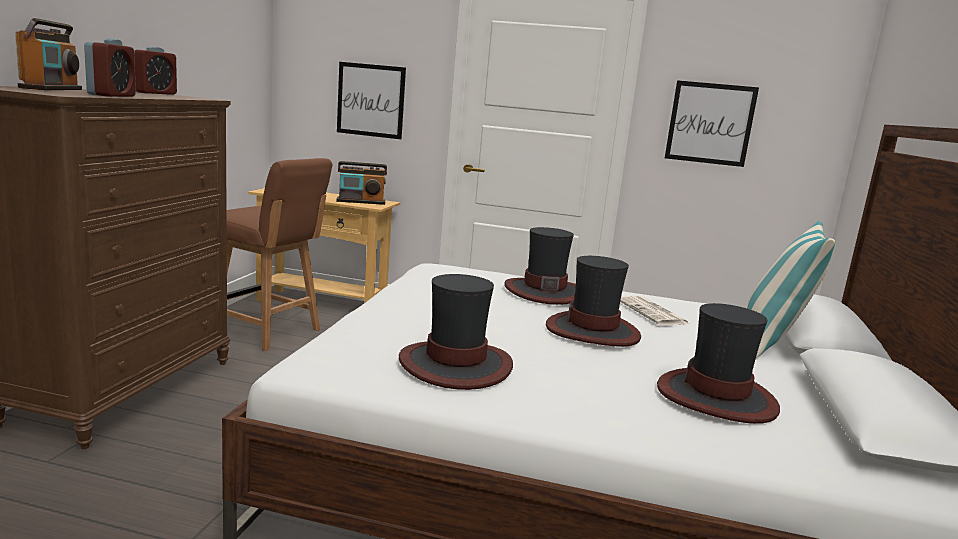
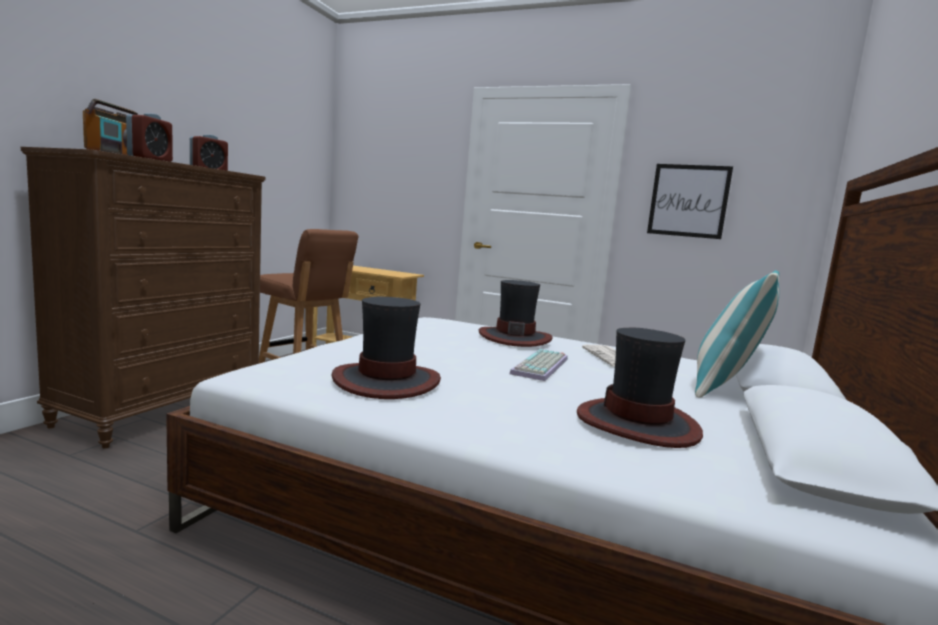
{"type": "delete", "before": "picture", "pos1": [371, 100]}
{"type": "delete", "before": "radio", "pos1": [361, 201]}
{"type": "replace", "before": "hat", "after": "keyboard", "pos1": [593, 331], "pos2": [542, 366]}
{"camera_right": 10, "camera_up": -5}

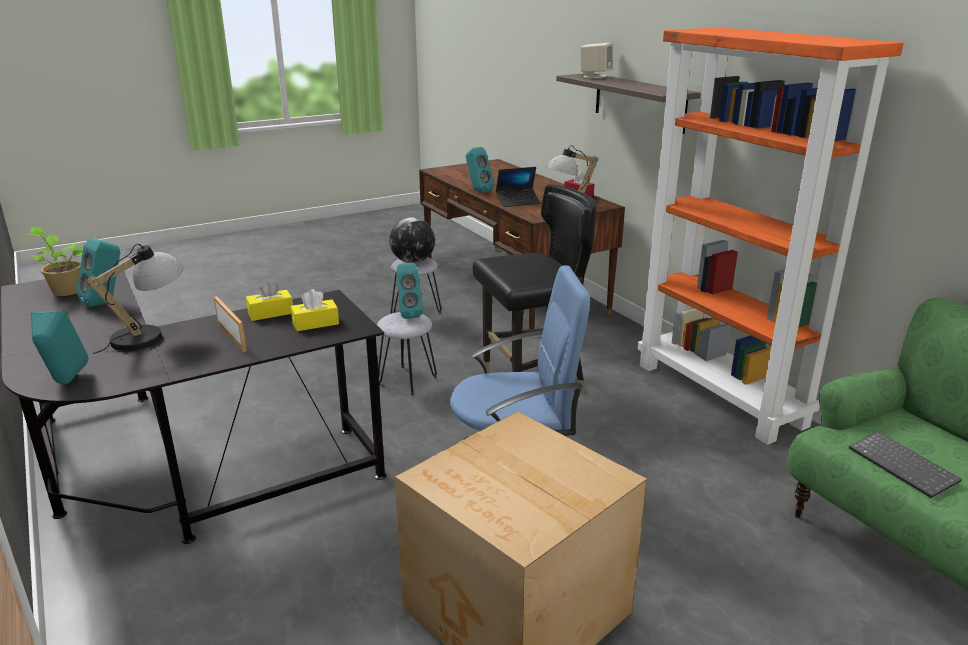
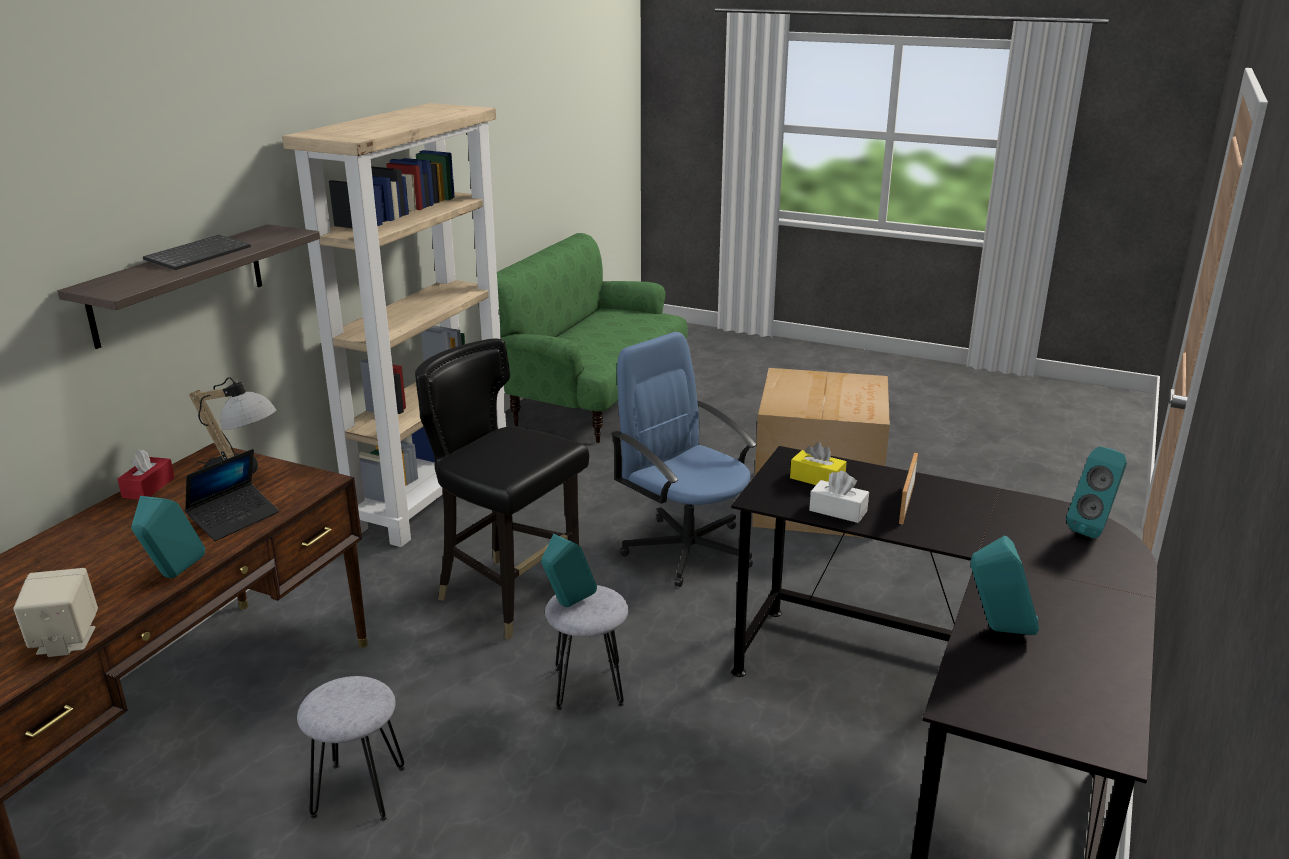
{"type": "recolor", "before": "orange_bookcase", "after": "beige_bookcase", "pos1": [721, 394], "pos2": [432, 495]}
{"type": "move", "before": "beige_speaker", "pos1": [595, 77], "pos2": [65, 641]}
{"type": "rotate", "before": "laptop", "pos1": [518, 202], "pos2": [234, 519], "turn": 90}
{"type": "delete", "before": "globe", "pos1": [412, 262]}
{"type": "delete", "before": "potted_plant", "pos1": [66, 291]}
{"type": "delete", "before": "table_lamp", "pos1": [150, 336]}
{"type": "recolor", "before": "yellow_tissue_box", "after": "white_tissue_box", "pos1": [270, 313], "pos2": [838, 511]}
{"type": "move", "before": "keyboard", "pos1": [904, 466], "pos2": [198, 254]}
{"camera_right": -125, "camera_up": 0}

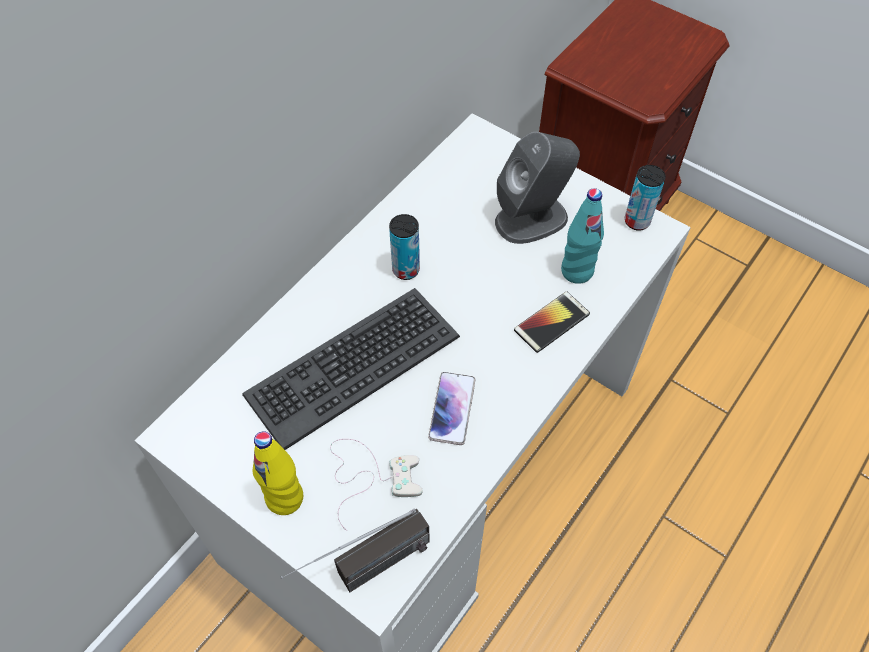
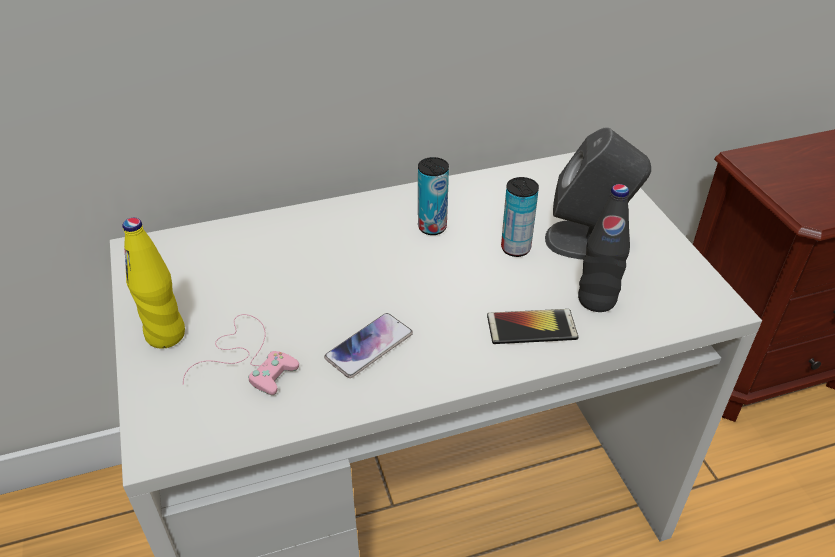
{"type": "move", "before": "can", "pos1": [637, 221], "pos2": [515, 248]}
{"type": "recolor", "before": "turquoise_bottle", "after": "black_bottle", "pos1": [577, 271], "pos2": [596, 300]}
{"type": "delete", "before": "keyboard", "pos1": [352, 365]}
{"type": "recolor", "before": "white_game_controller", "after": "pink_game_controller", "pos1": [370, 475], "pos2": [247, 357]}
{"type": "delete", "before": "radio", "pos1": [363, 573]}
{"camera_right": 35, "camera_up": -15}

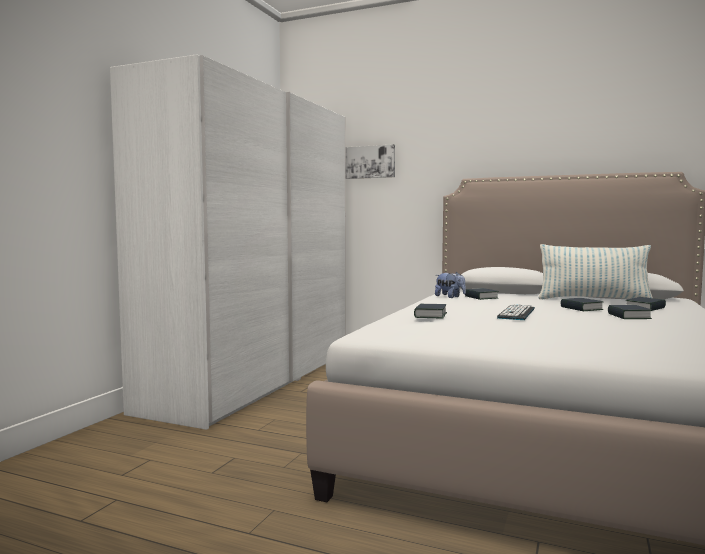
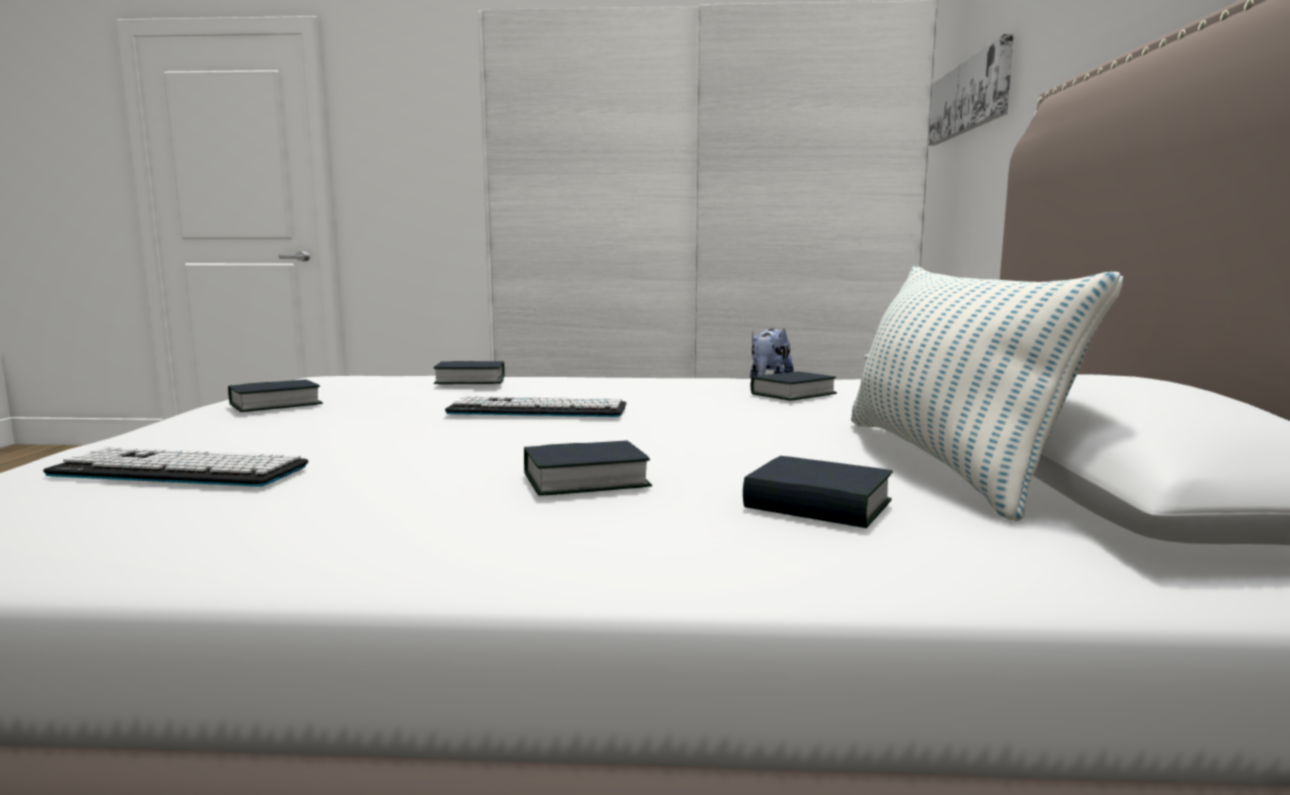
{"type": "move", "before": "book", "pos1": [581, 308], "pos2": [275, 405]}
{"type": "insert", "after": "keyboard", "pos2": [179, 470]}
{"camera_right": 70, "camera_up": 5}

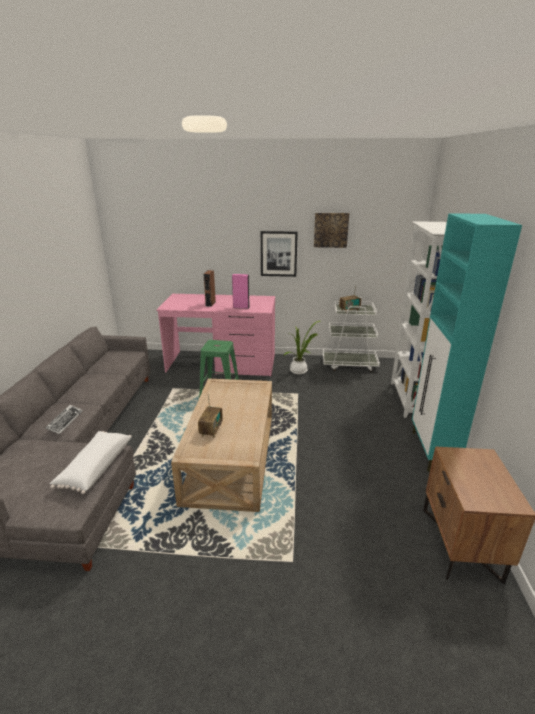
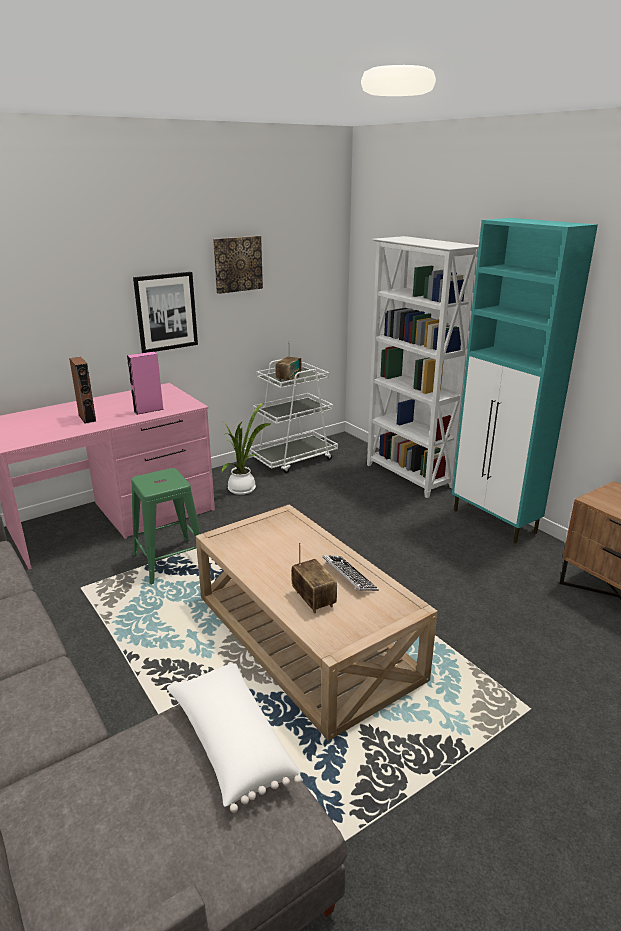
{"type": "move", "before": "keyboard", "pos1": [65, 421], "pos2": [348, 577]}
{"camera_right": -40, "camera_up": 0}

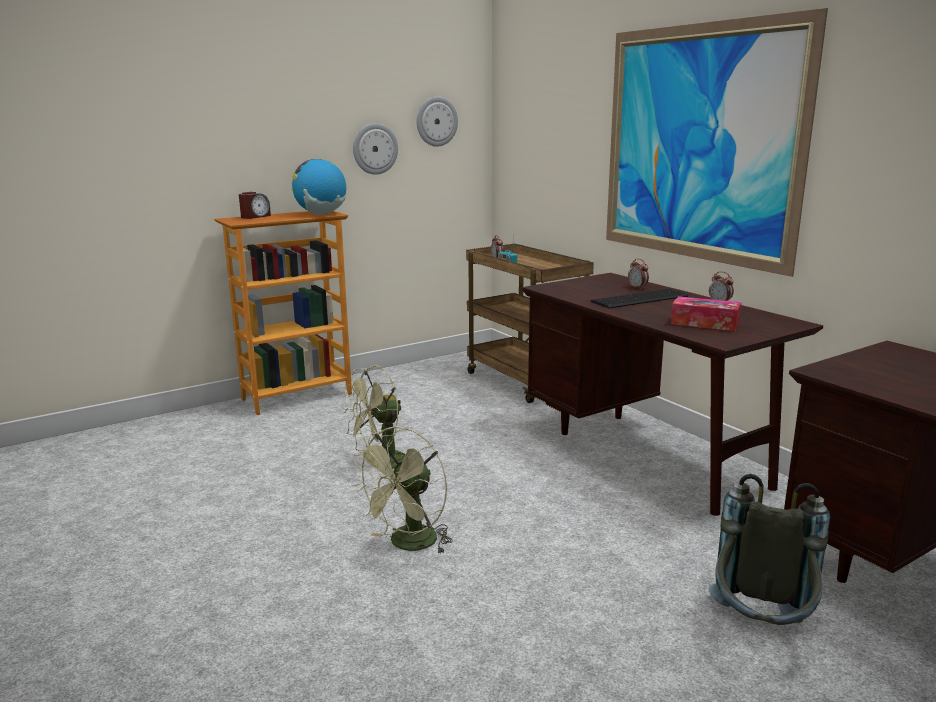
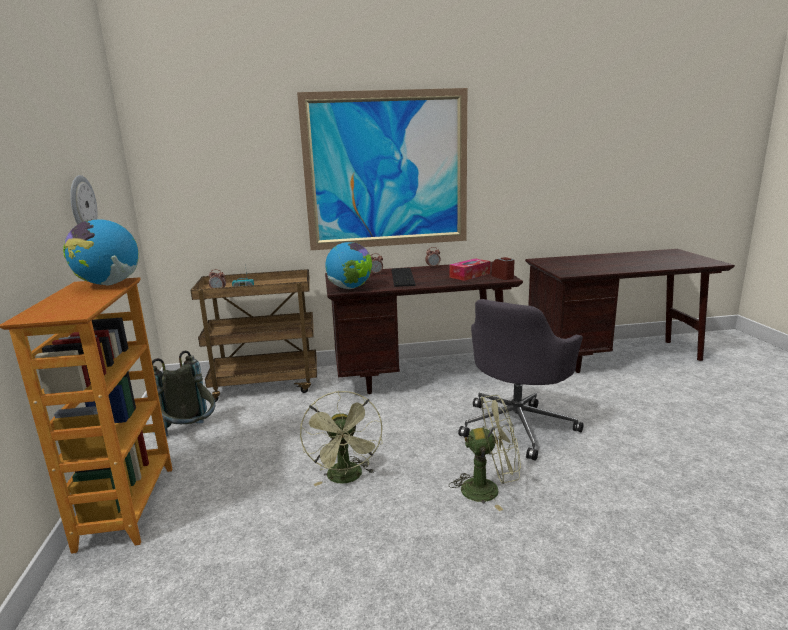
{"type": "delete", "before": "wall_clock", "pos1": [436, 121]}
{"type": "move", "before": "alarm_clock", "pos1": [255, 216], "pos2": [503, 277]}
{"type": "rotate", "before": "green_fan", "pos1": [408, 545], "pos2": [488, 489], "turn": -60}
{"type": "move", "before": "grey_backpack", "pos1": [760, 631], "pos2": [190, 435]}
{"type": "insert", "after": "globe", "pos2": [350, 288]}
{"type": "insert", "after": "grey_office_chair", "pos2": [518, 426]}
{"camera_right": -65, "camera_up": 0}

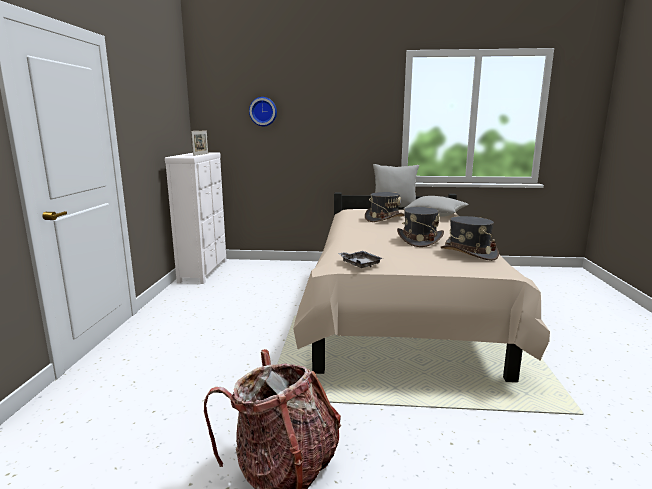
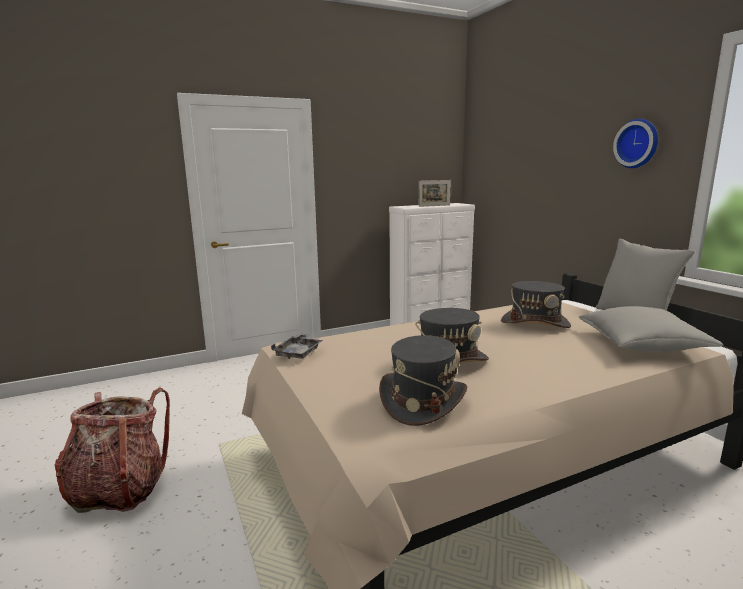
{"type": "move", "before": "wall_clock", "pos1": [263, 111], "pos2": [638, 143]}
{"camera_right": 60, "camera_up": 0}

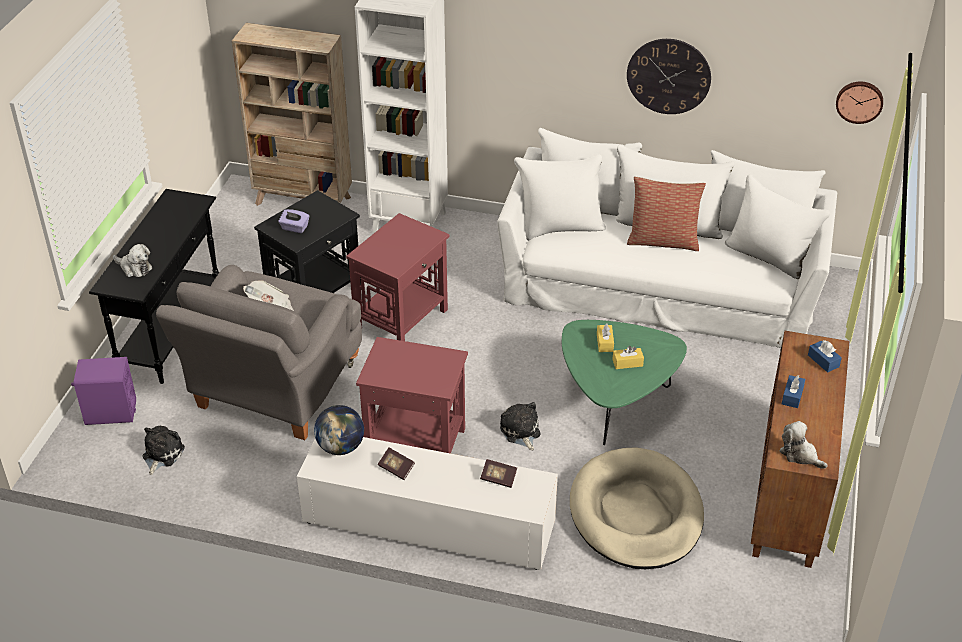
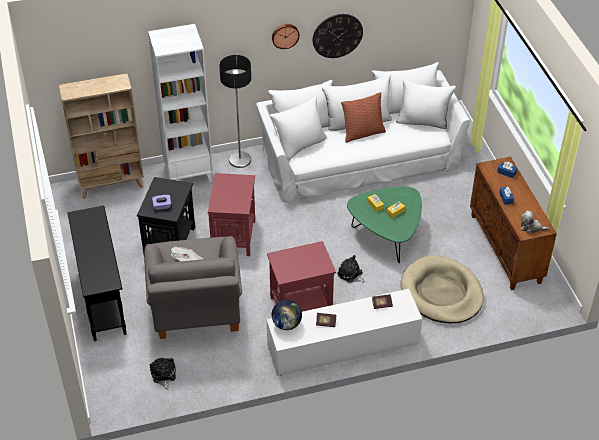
{"type": "move", "before": "wall_clock", "pos1": [859, 101], "pos2": [285, 35]}
{"type": "delete", "before": "plush_toy", "pos1": [134, 268]}
{"type": "delete", "before": "purple_speaker", "pos1": [110, 412]}
{"type": "insert", "after": "floor_lamp", "pos2": [240, 160]}
{"camera_right": -30, "camera_up": 5}

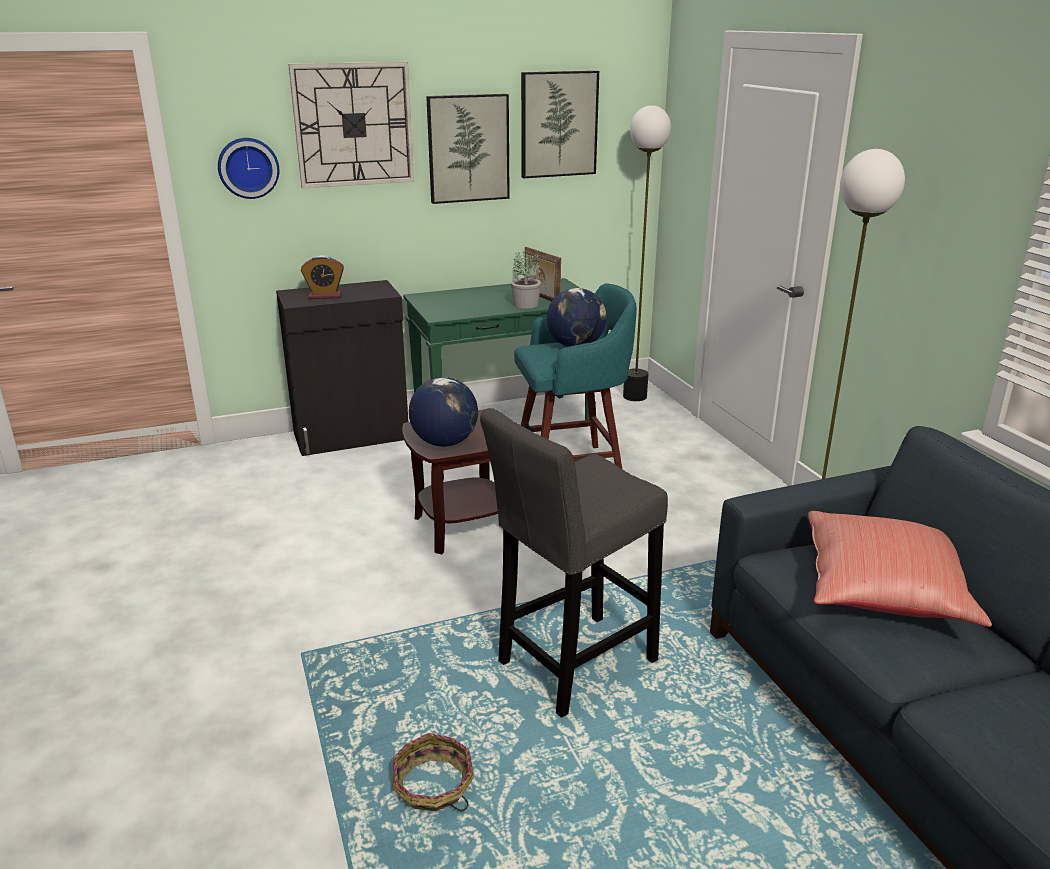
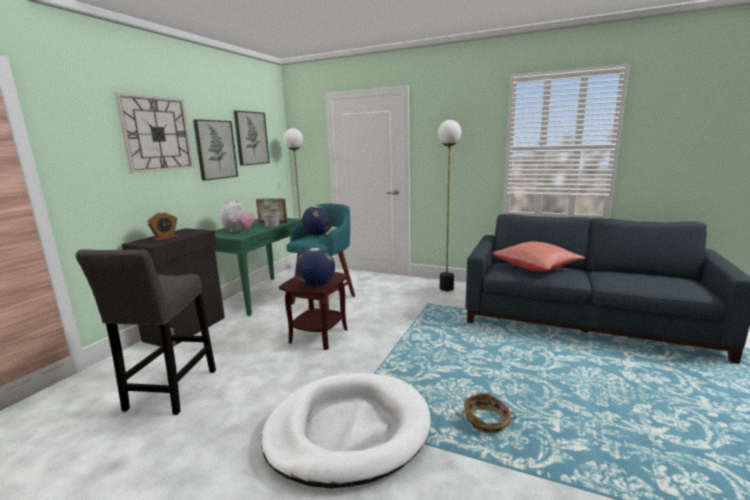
{"type": "delete", "before": "wall_clock", "pos1": [248, 167]}
{"type": "move", "before": "grey_stool", "pos1": [571, 666], "pos2": [169, 392]}
{"type": "insert", "after": "plush_toy", "pos2": [239, 231]}
{"type": "insert", "after": "white_dog_bed", "pos2": [347, 430]}
{"camera_right": -45, "camera_up": -10}

